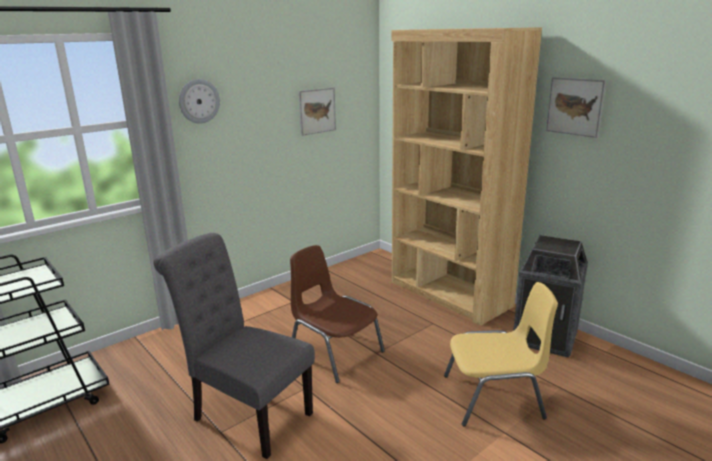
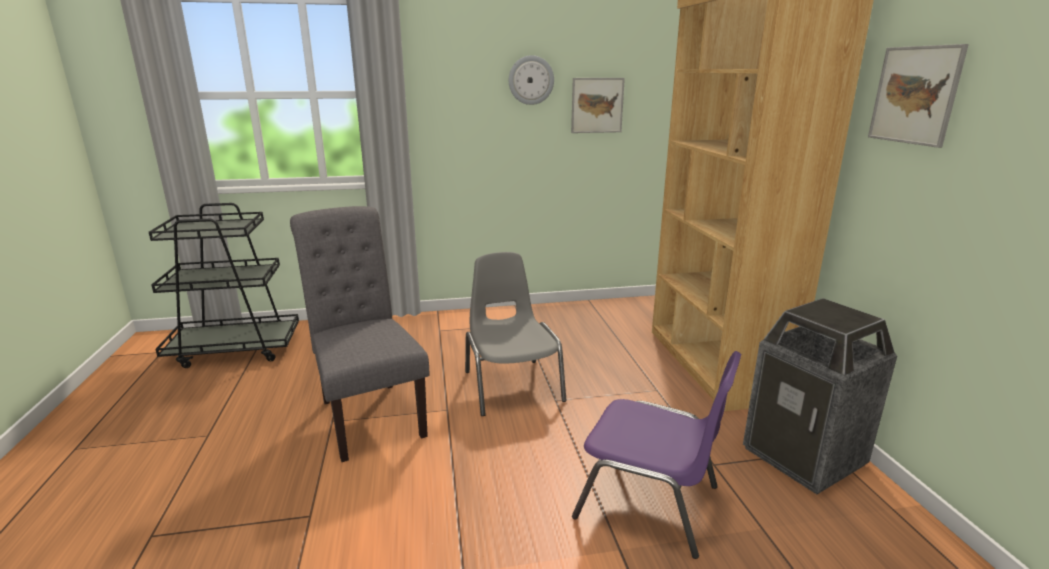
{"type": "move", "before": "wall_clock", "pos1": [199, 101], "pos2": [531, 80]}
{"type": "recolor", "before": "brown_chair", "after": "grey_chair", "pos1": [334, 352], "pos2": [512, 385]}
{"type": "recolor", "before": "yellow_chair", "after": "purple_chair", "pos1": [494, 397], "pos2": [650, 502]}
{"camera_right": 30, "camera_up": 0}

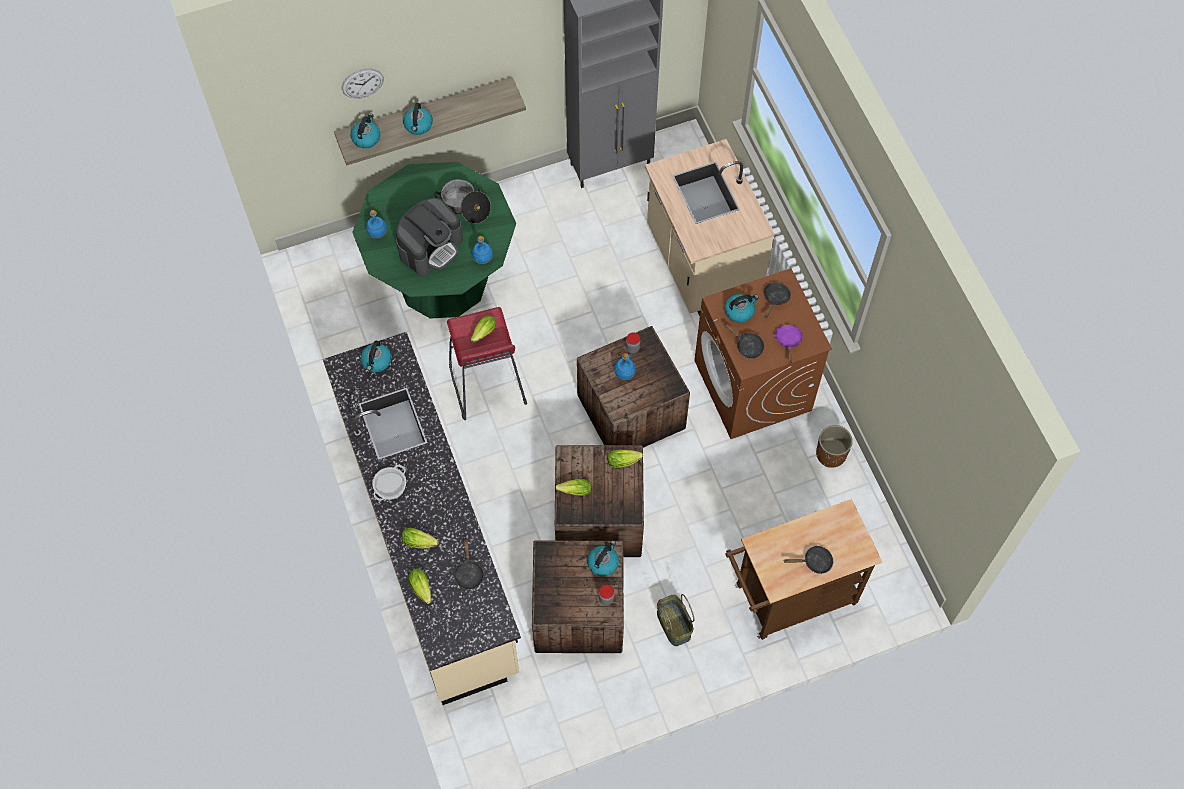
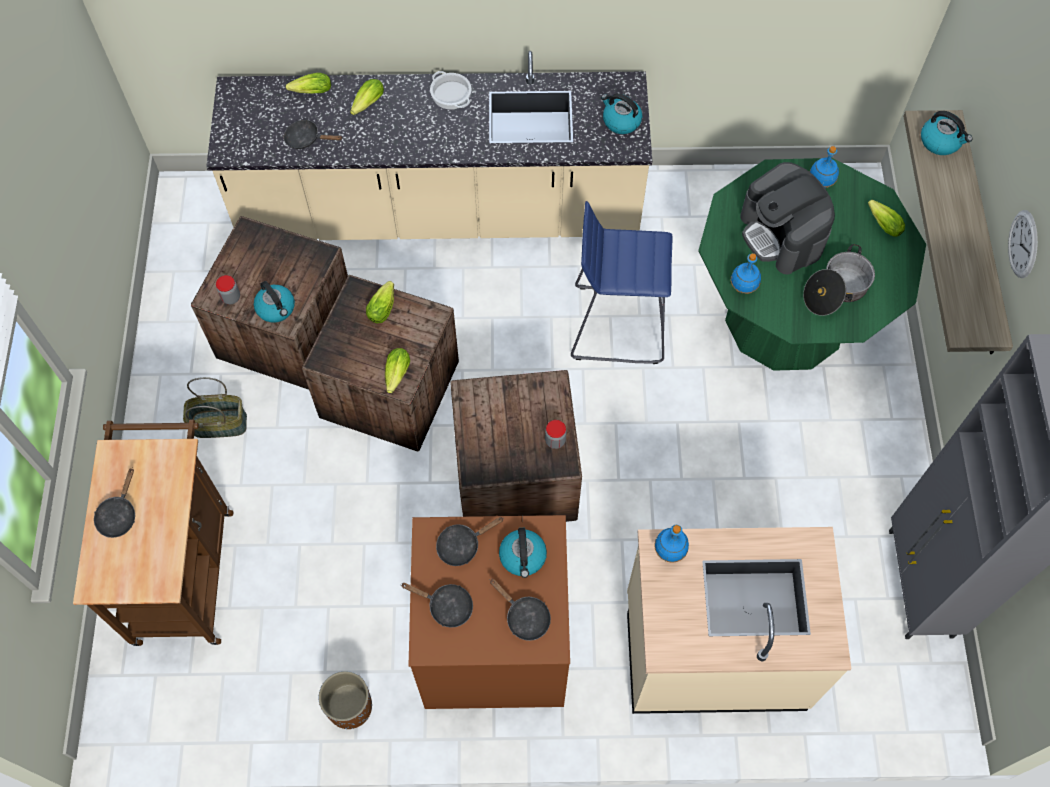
{"type": "move", "before": "wall_clock", "pos1": [362, 83], "pos2": [1023, 244]}
{"type": "delete", "before": "kettle", "pos1": [418, 125]}
{"type": "recolor", "before": "red_stool", "after": "blue_stool", "pos1": [486, 384], "pos2": [617, 324]}
{"type": "move", "before": "lettuce", "pos1": [482, 334], "pos2": [882, 223]}
{"type": "recolor", "before": "purple_frying_pan", "after": "black_frying_pan", "pos1": [788, 341], "pos2": [446, 606]}
{"type": "move", "before": "blue_bottle", "pos1": [624, 375], "pos2": [669, 551]}
{"camera_right": 110, "camera_up": 0}

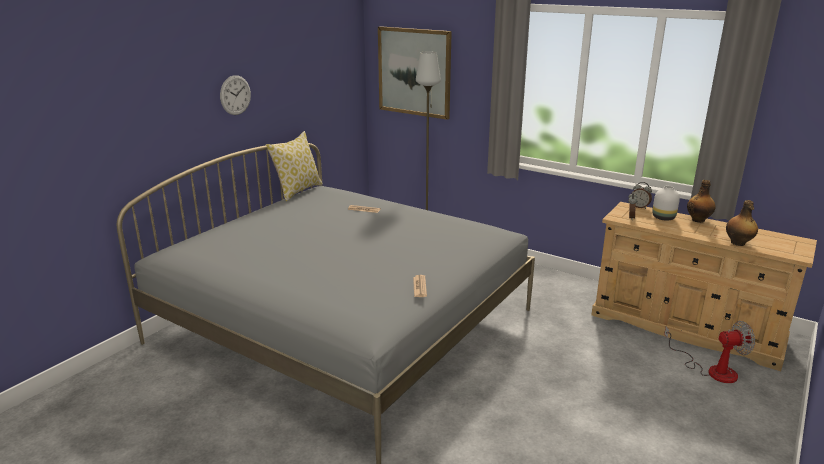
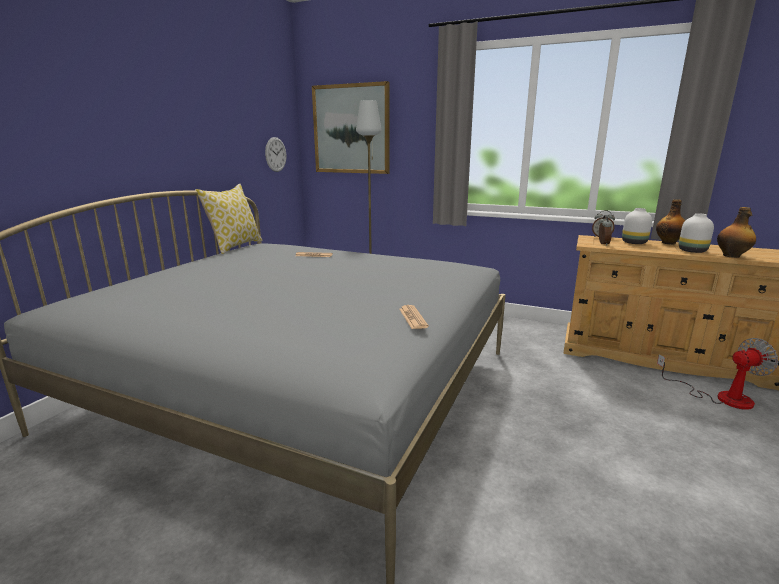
{"type": "move", "before": "wall_clock", "pos1": [235, 95], "pos2": [275, 154]}
{"type": "insert", "after": "white_vase", "pos2": [691, 251]}
{"camera_right": -10, "camera_up": -5}

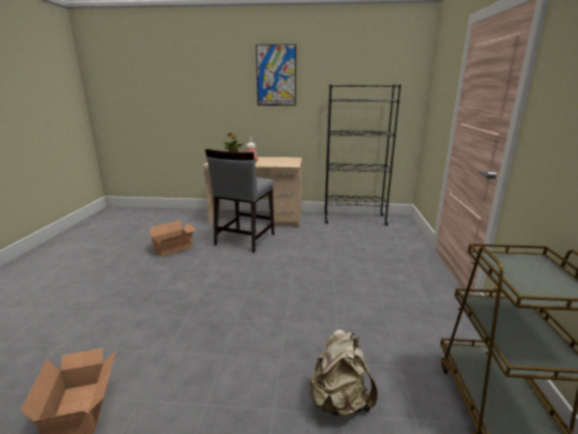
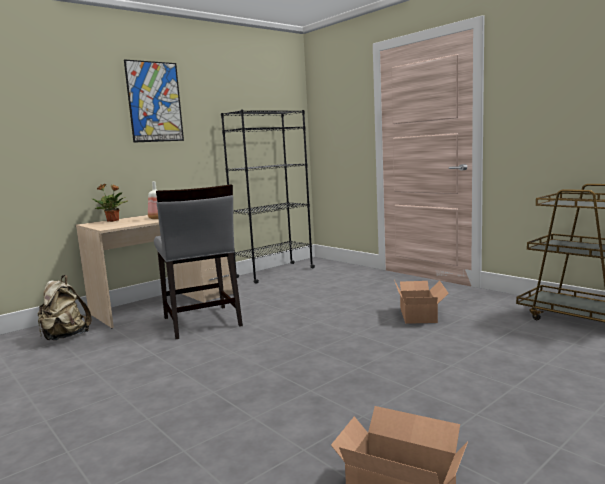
{"type": "move", "before": "cardboard_box", "pos1": [174, 248], "pos2": [420, 314]}
{"type": "move", "before": "beige_backpack", "pos1": [339, 401], "pos2": [65, 337]}
{"camera_right": -45, "camera_up": -10}

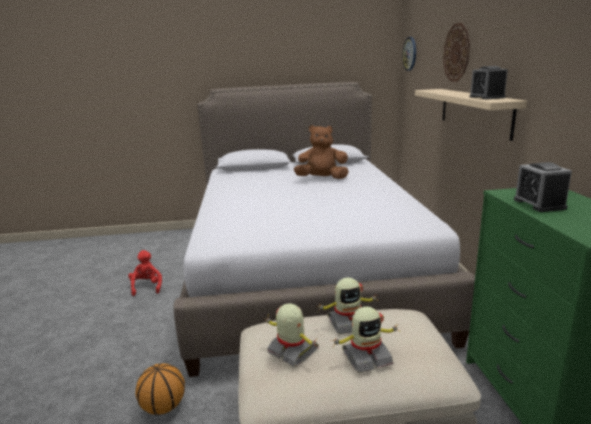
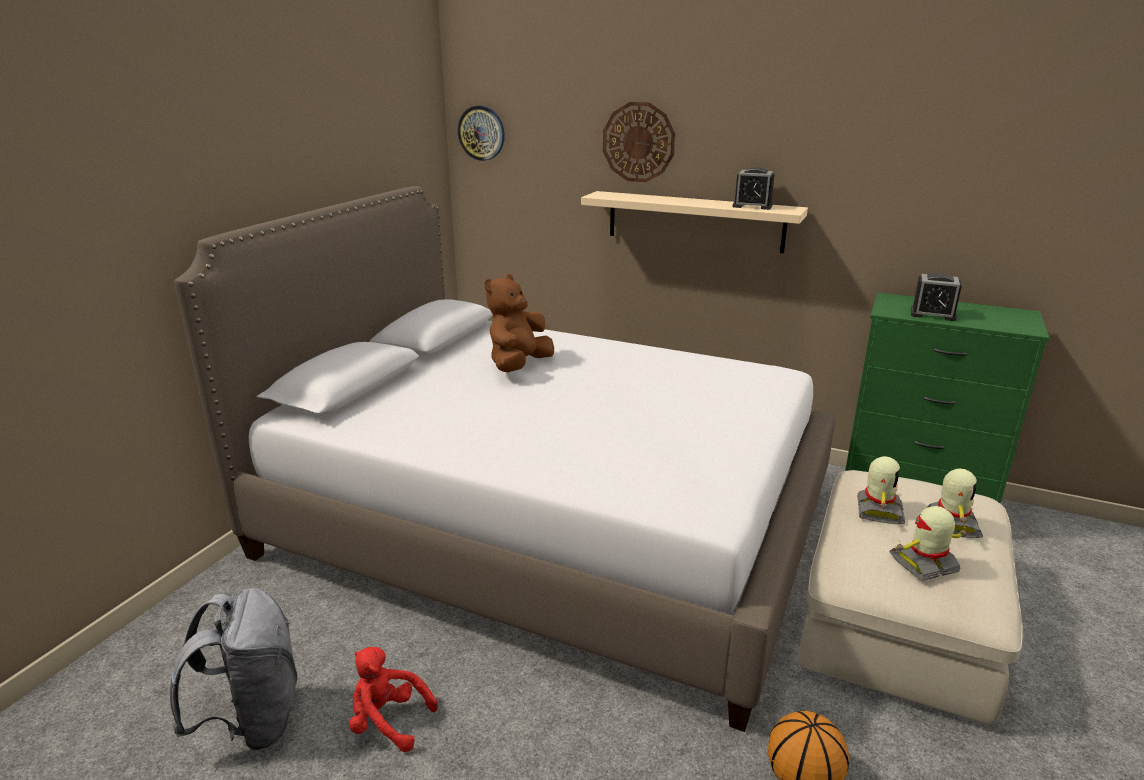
{"type": "insert", "after": "grey_backpack", "pos2": [253, 721]}
{"camera_right": -60, "camera_up": 5}

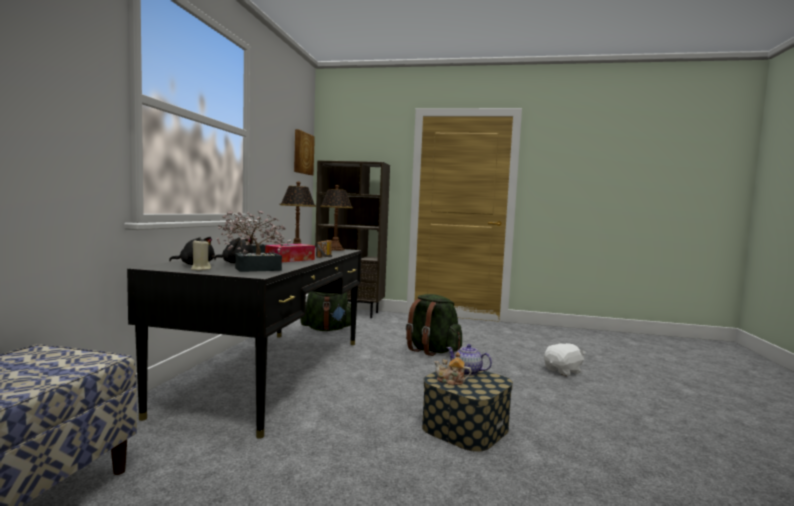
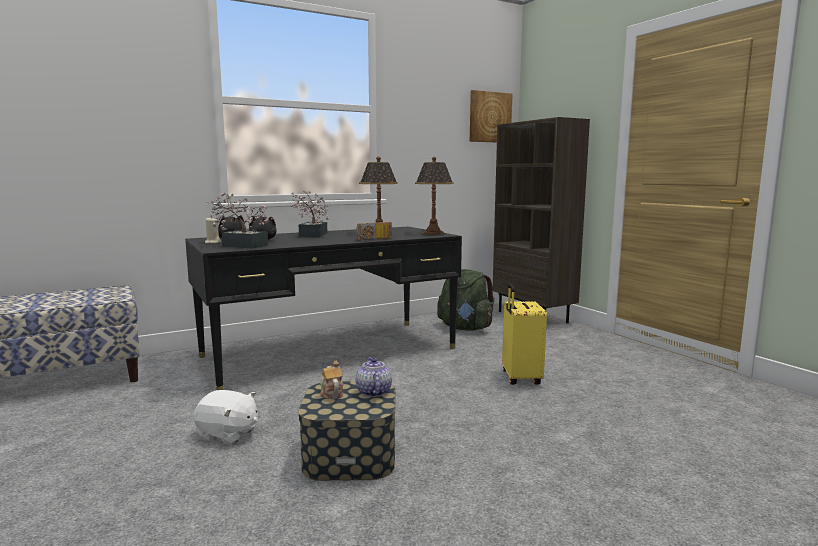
{"type": "delete", "before": "tissue_box", "pos1": [290, 260]}
{"type": "replace", "before": "green_backpack", "after": "yellow_suitcase", "pos1": [431, 351], "pos2": [520, 378]}
{"type": "move", "before": "white_plush_toy", "pos1": [563, 371], "pos2": [228, 434]}
{"camera_right": 50, "camera_up": 5}

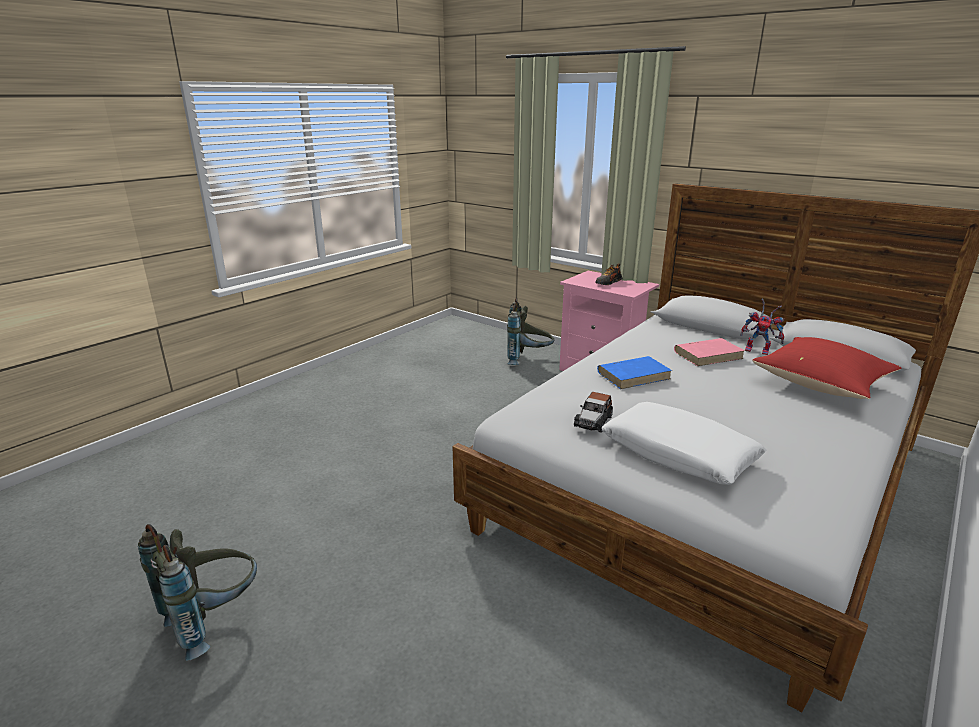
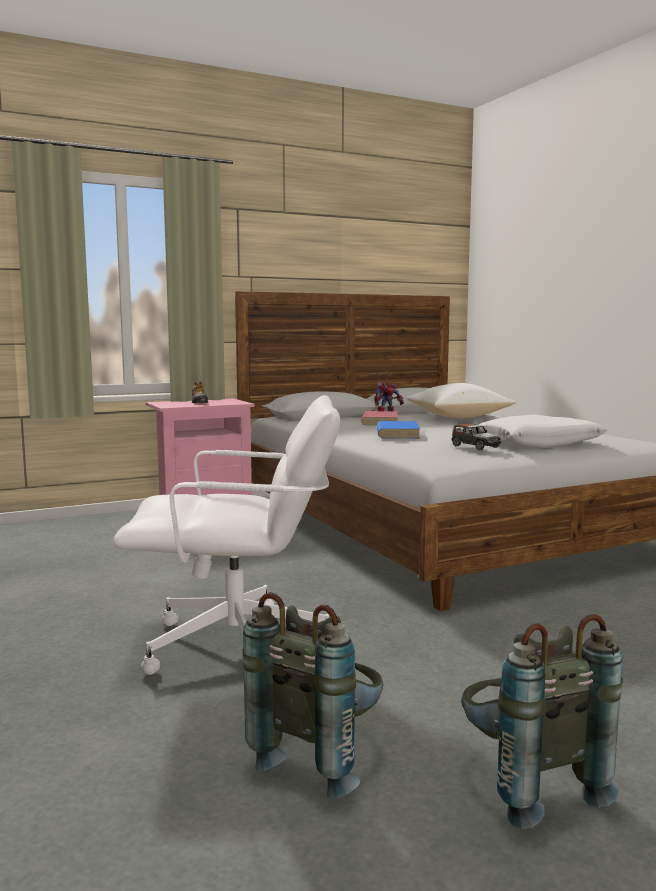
{"type": "move", "before": "grey_backpack", "pos1": [528, 360], "pos2": [321, 756]}
{"type": "recolor", "before": "red_pillow", "after": "white_pillow", "pos1": [822, 385], "pos2": [459, 417]}
{"type": "insert", "after": "white_office_chair", "pos2": [239, 647]}
{"camera_right": -65, "camera_up": -15}

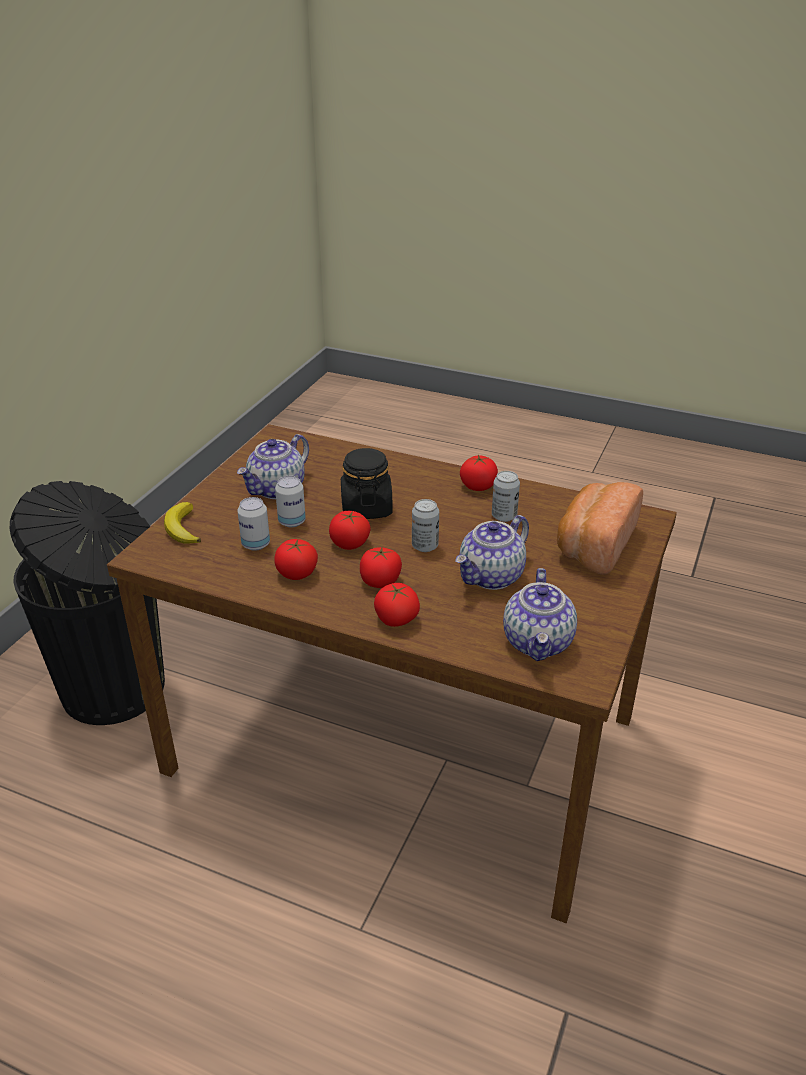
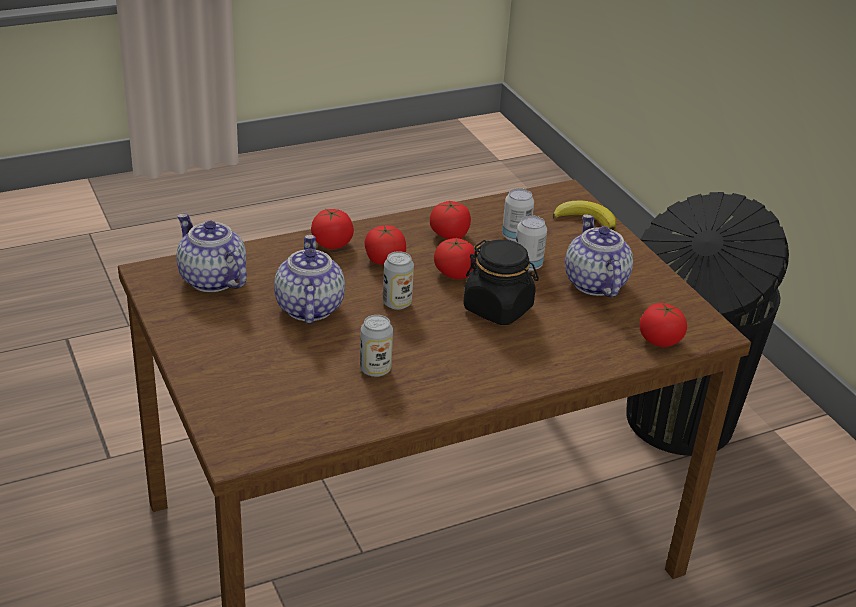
{"type": "move", "before": "tomato", "pos1": [478, 486], "pos2": [660, 340]}
{"type": "delete", "before": "bread", "pos1": [593, 545]}
{"camera_right": 130, "camera_up": 0}

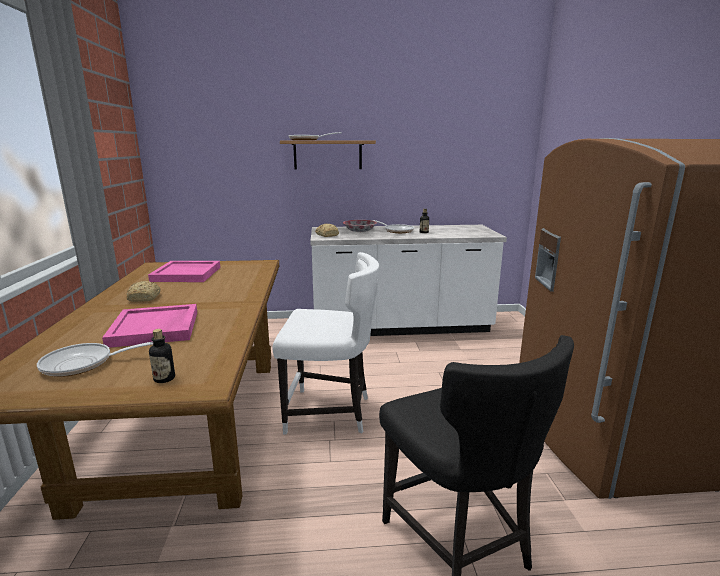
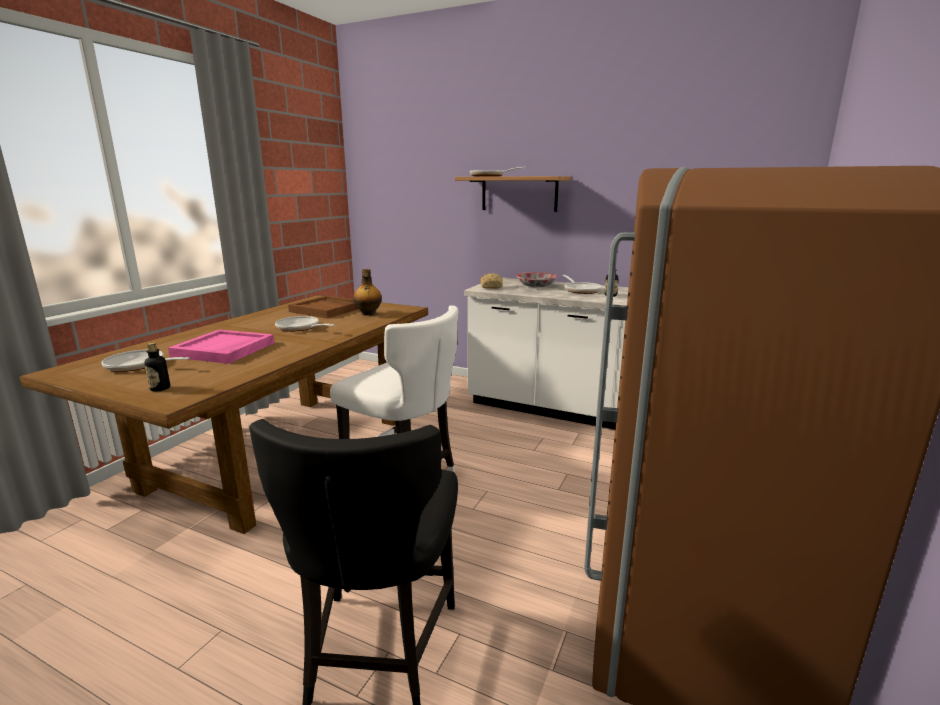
{"type": "recolor", "before": "pink_tray", "after": "brown_tray", "pos1": [187, 274], "pos2": [327, 309]}
{"type": "delete", "before": "bread", "pos1": [145, 298]}
{"type": "insert", "after": "bottle", "pos2": [368, 314]}
{"type": "insert", "after": "frying_pan", "pos2": [300, 328]}
{"camera_right": 30, "camera_up": 0}

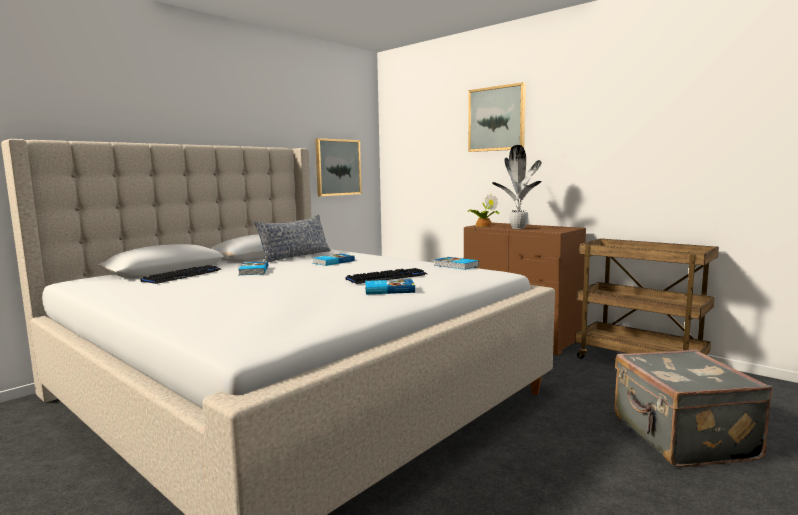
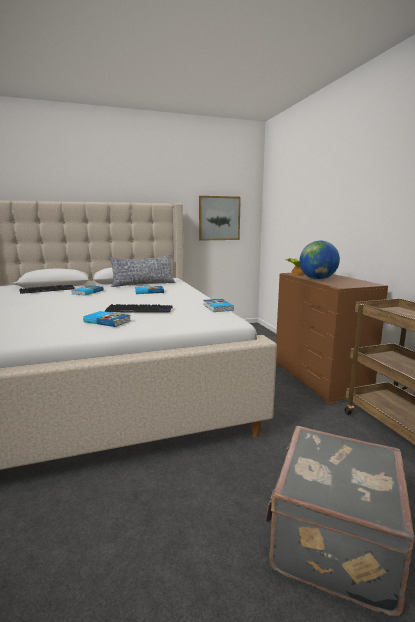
{"type": "delete", "before": "picture", "pos1": [496, 119]}
{"type": "replace", "before": "potted_plant", "after": "globe", "pos1": [518, 228], "pos2": [317, 279]}
{"camera_right": 30, "camera_up": 5}

